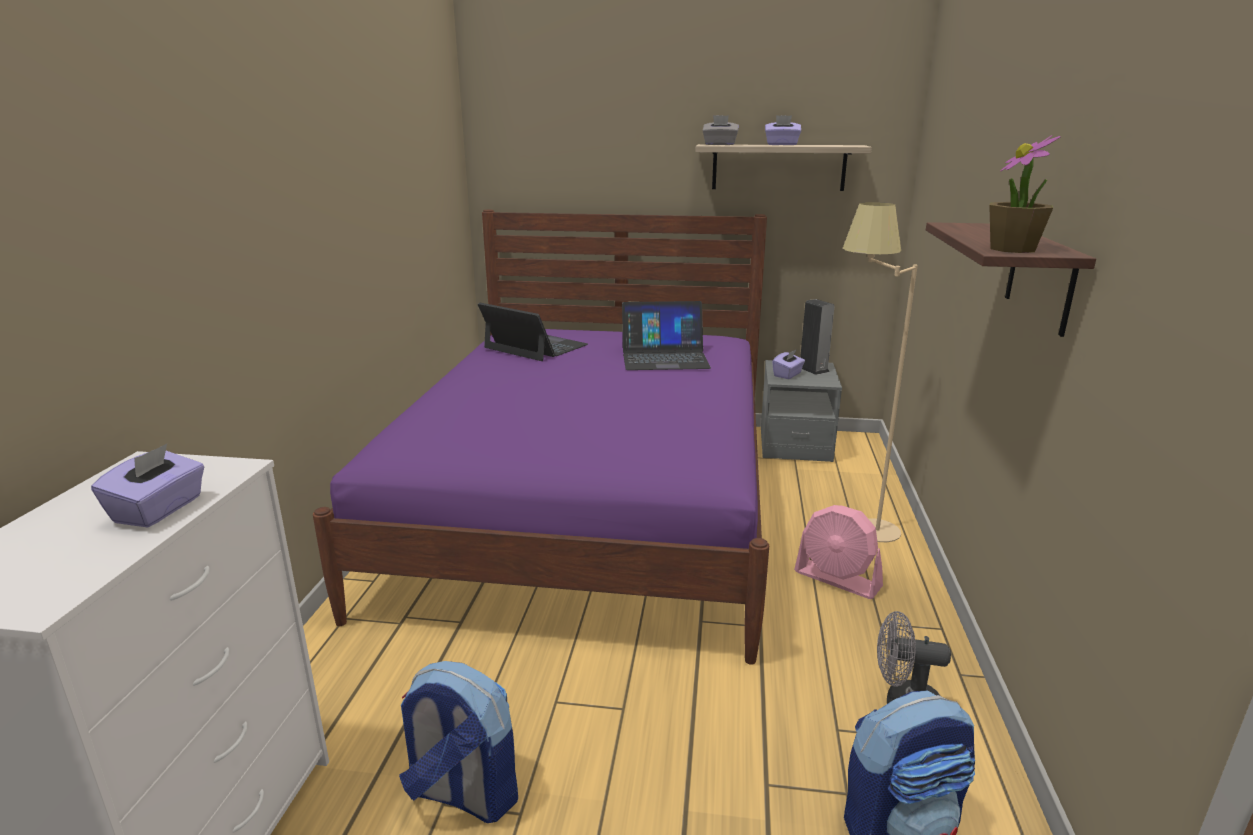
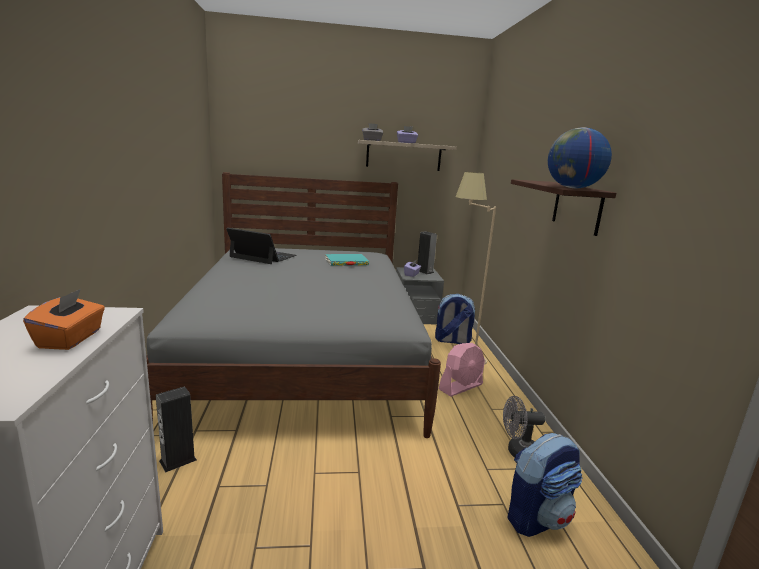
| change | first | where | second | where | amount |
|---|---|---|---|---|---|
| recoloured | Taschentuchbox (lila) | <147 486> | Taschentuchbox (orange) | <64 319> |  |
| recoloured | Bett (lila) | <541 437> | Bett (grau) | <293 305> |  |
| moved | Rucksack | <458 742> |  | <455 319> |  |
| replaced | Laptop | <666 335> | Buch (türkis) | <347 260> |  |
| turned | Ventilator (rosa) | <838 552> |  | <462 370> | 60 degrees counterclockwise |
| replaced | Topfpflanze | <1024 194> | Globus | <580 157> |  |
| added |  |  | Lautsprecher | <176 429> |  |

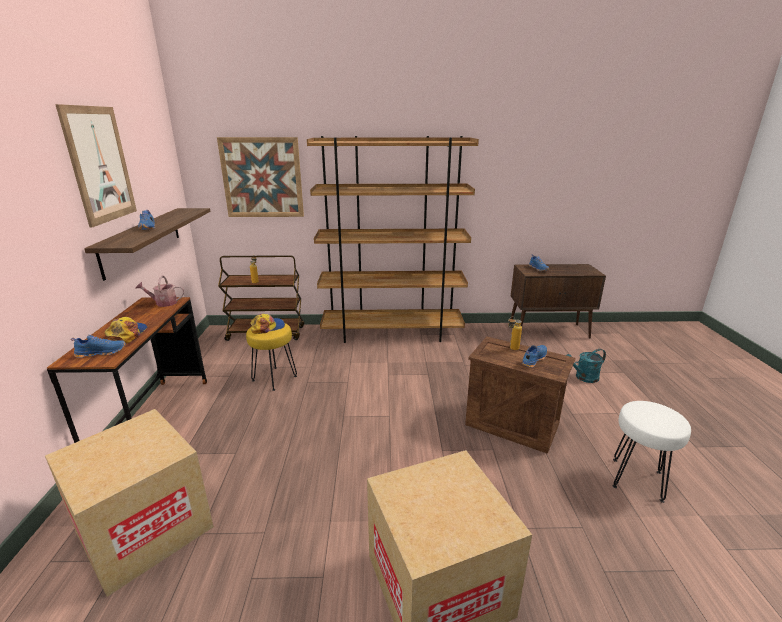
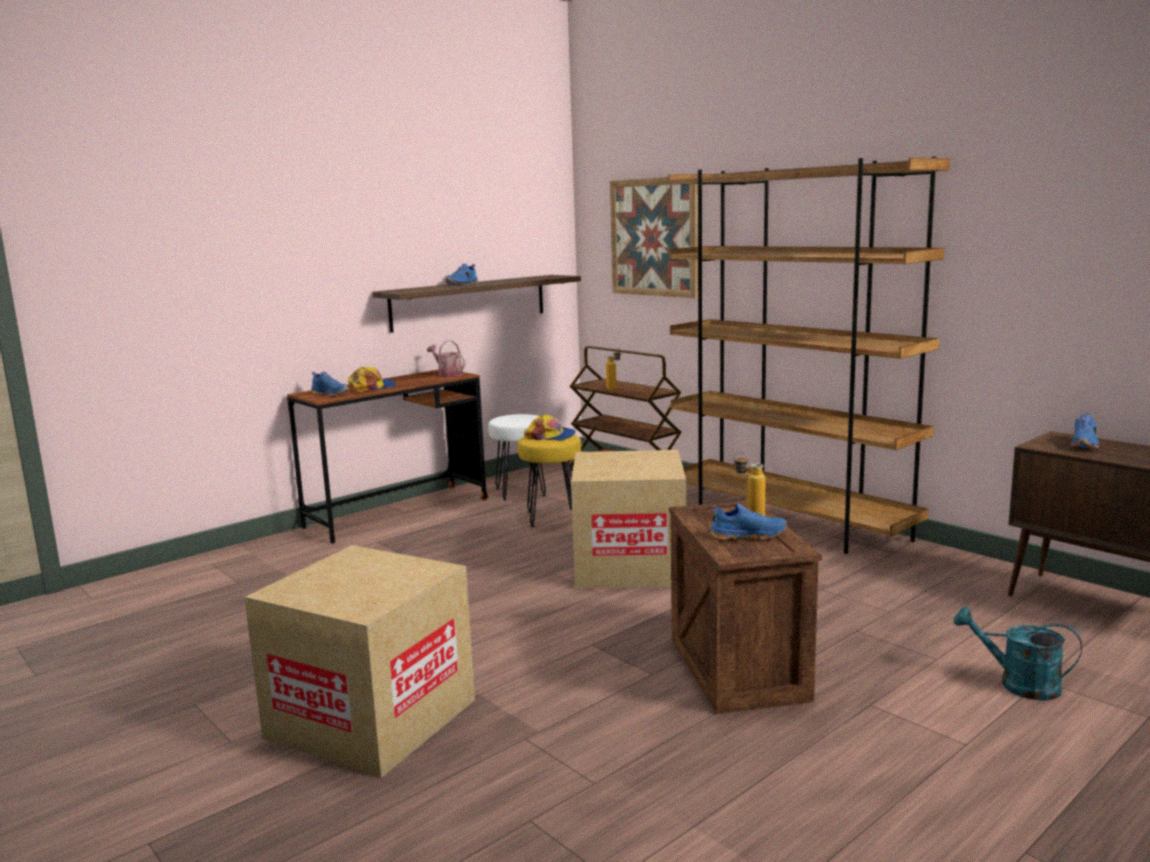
| change | first | where | second | where | amount |
|---|---|---|---|---|---|
| moved | Karton | <129 503> |  | <628 519> |  |
| removed | Bild | <96 166> |  |  |  |
| moved | Hocker (weiß) | <652 452> |  | <517 457> |  |

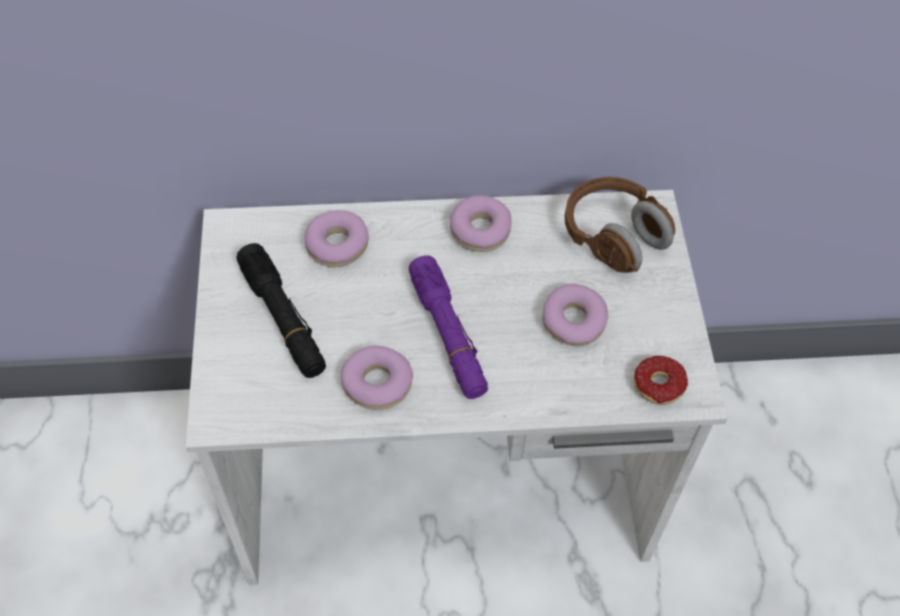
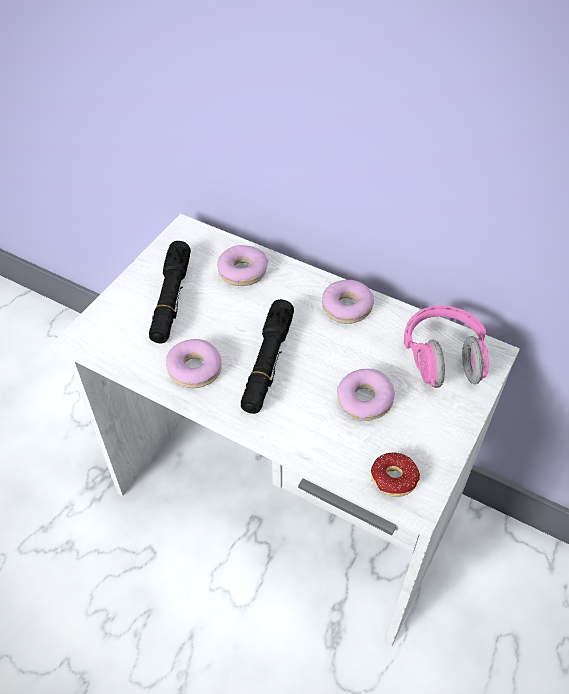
| change | first | where | second | where | amount |
|---|---|---|---|---|---|
| recoloured | Taschenlampe (lila) | <448 327> | Taschenlampe (schwarz) | <267 356> |  |
| recoloured | Kopfhörer (braun) | <620 225> | Kopfhörer (rosa) | <446 346> |  |

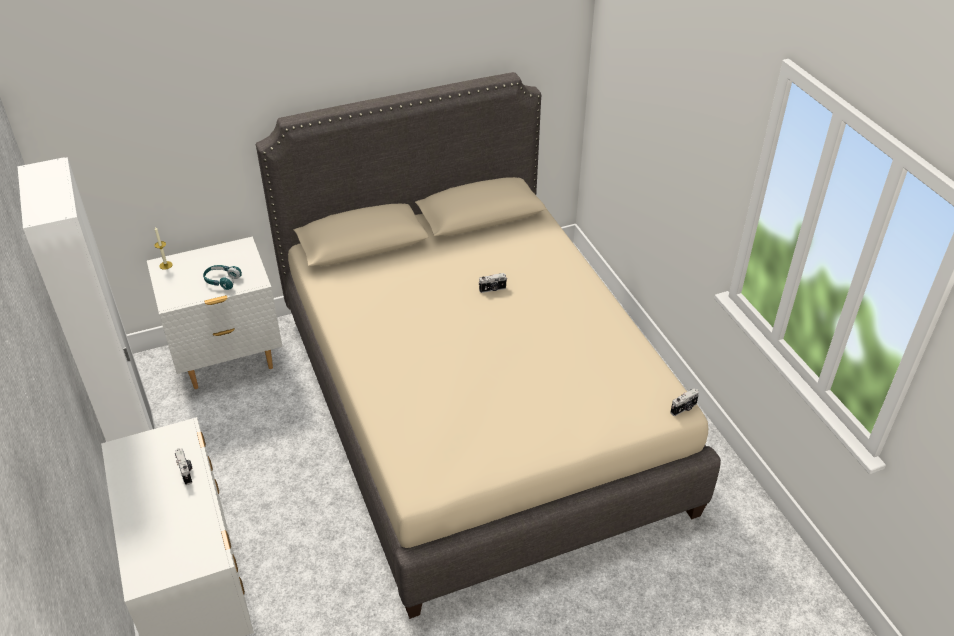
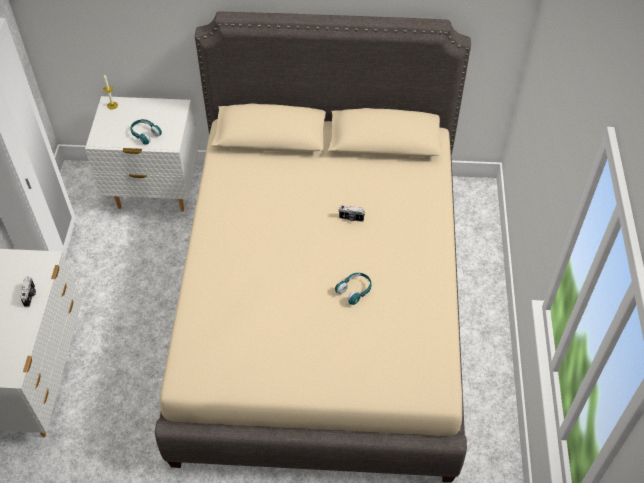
| change | first | where | second | where | amount |
|---|---|---|---|---|---|
| removed | Kamera | <684 402> |  |  |  |
| added |  |  | Kopfhörer (türkis) | <353 289> |  |

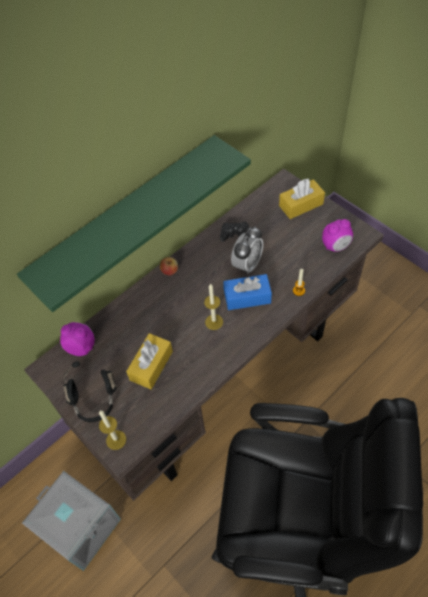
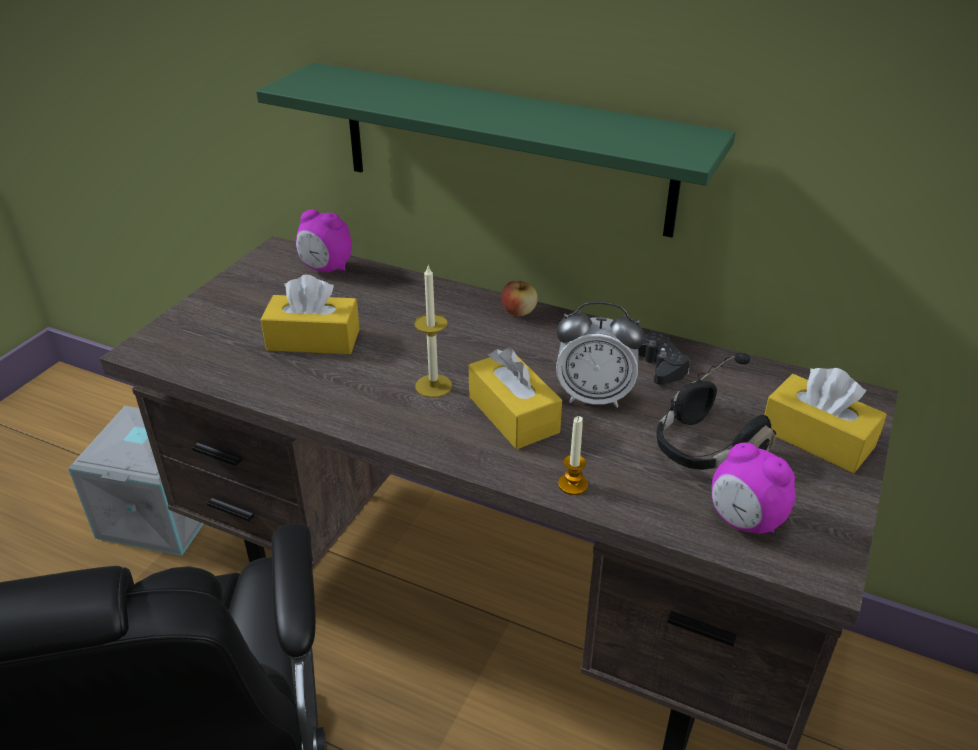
| change | first | where | second | where | amount |
|---|---|---|---|---|---|
| turned | Wecker | <77 339> |  | <324 240> | 120 degrees clockwise |
| moved | Kopfhörer (schwarz) | <90 391> |  | <716 411> |  |
| removed | Kerze | <112 430> |  |  |  |
| recoloured | Taschentuchbox (blau) | <247 292> | Taschentuchbox (gelb) | <515 398> |  |

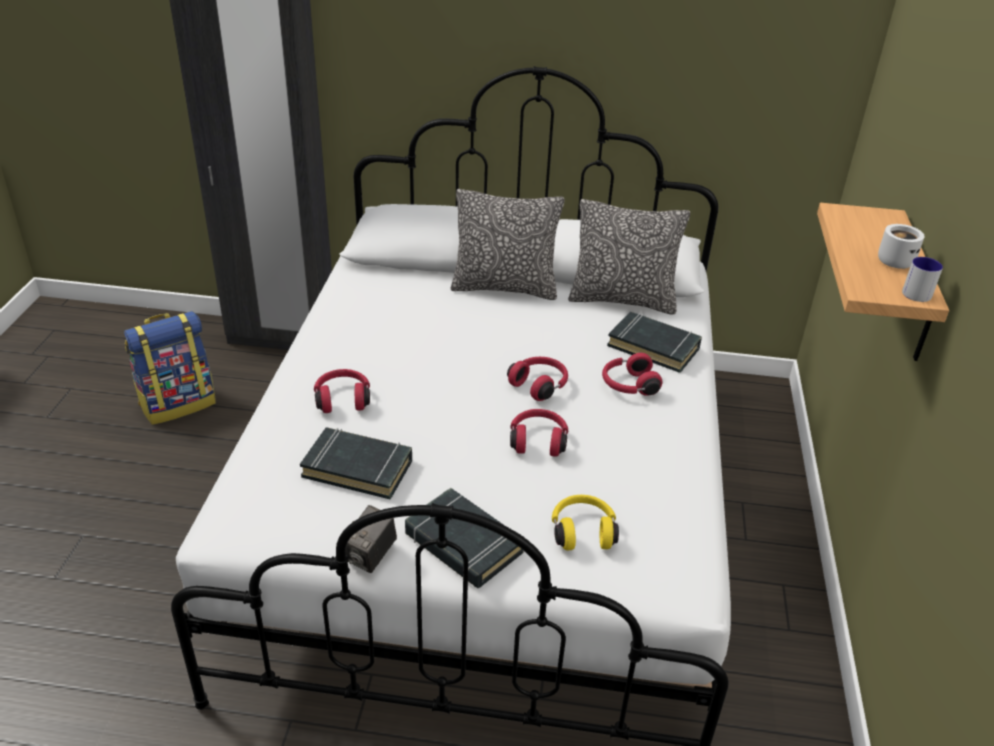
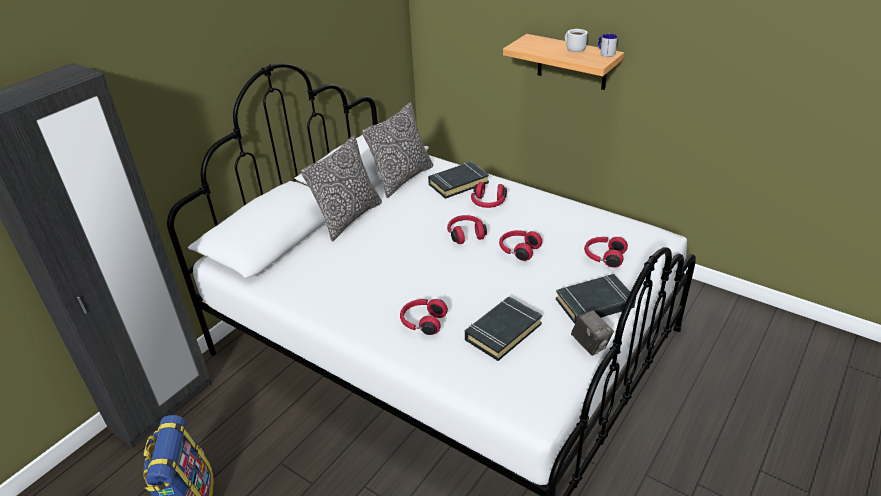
| change | first | where | second | where | amount |
|---|---|---|---|---|---|
| recoloured | Kopfhörer (gelb) | <585 522> | Kopfhörer (rot) | <606 252> |  |

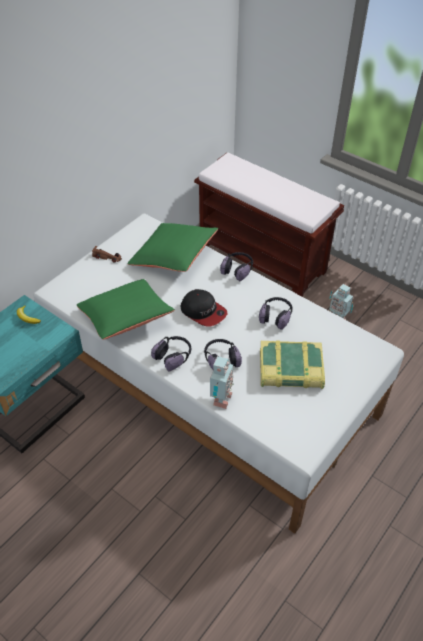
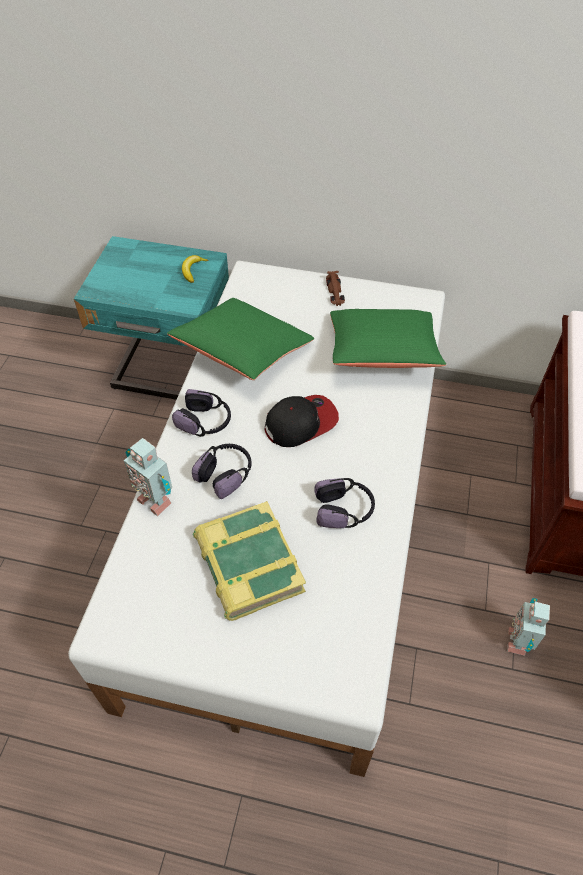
| change | first | where | second | where | amount |
|---|---|---|---|---|---|
| turned | Kappe | <204 308> |  | <302 421> | 135 degrees counterclockwise |
| turned | Spielzeugroboter | <222 382> |  | <148 477> | 45 degrees clockwise |
| removed | Kopfhörer | <236 266> |  |  |  |

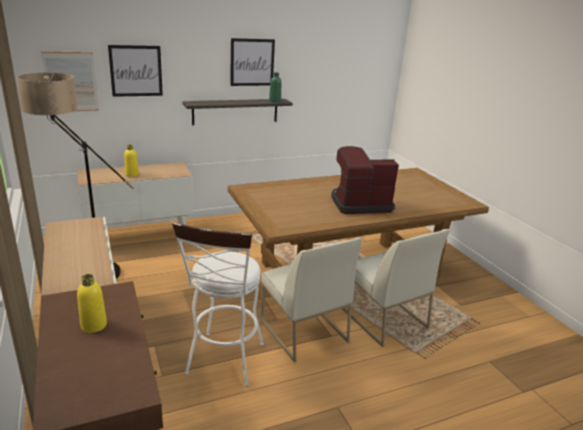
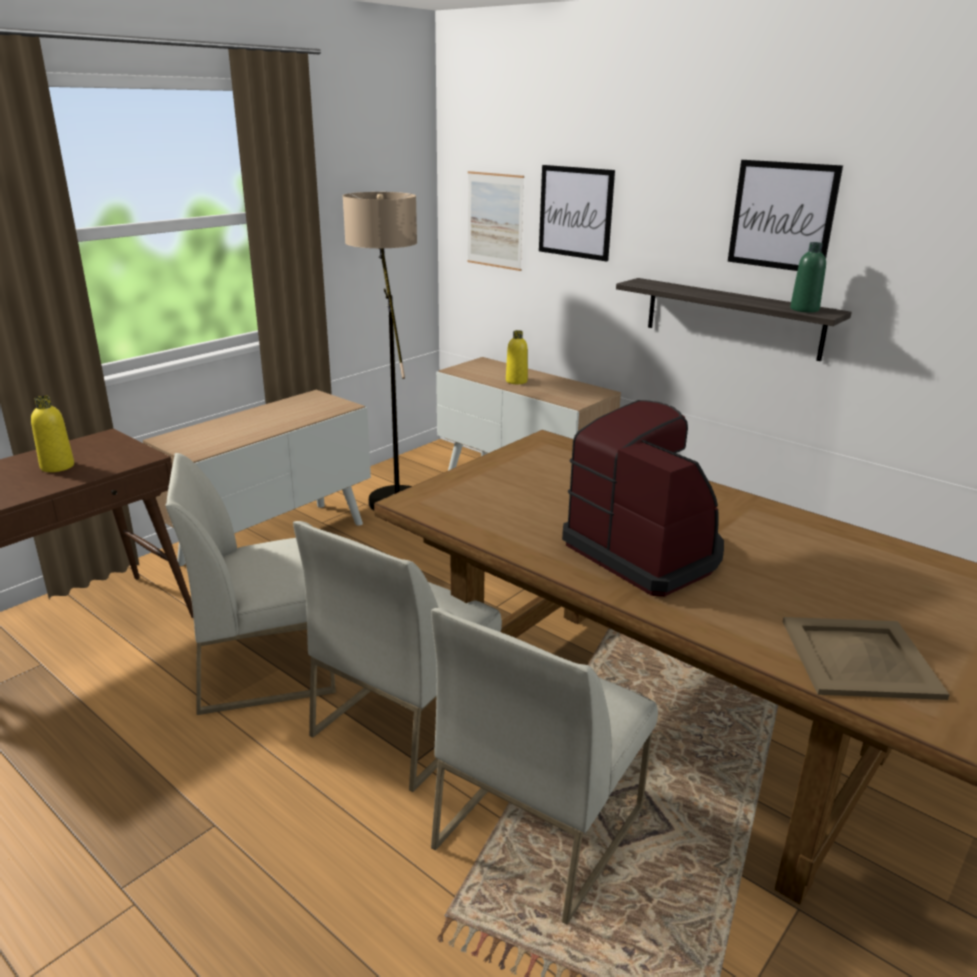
| change | first | where | second | where | amount |
|---|---|---|---|---|---|
| replaced | Hocker (weiß) | <218 304> | Stuhl (weiß) | <250 584> |  |
| added |  |  | Tablett (beige) | <866 658> |  |

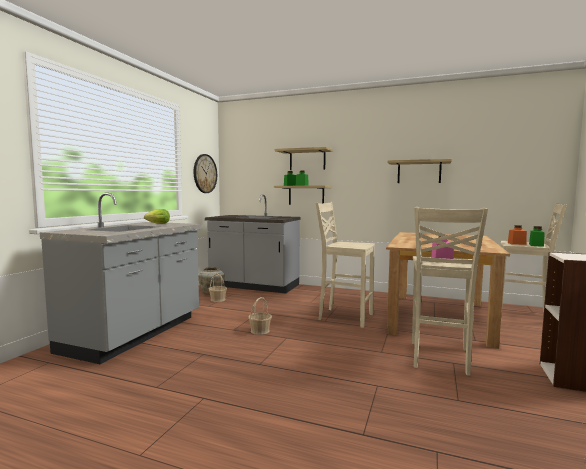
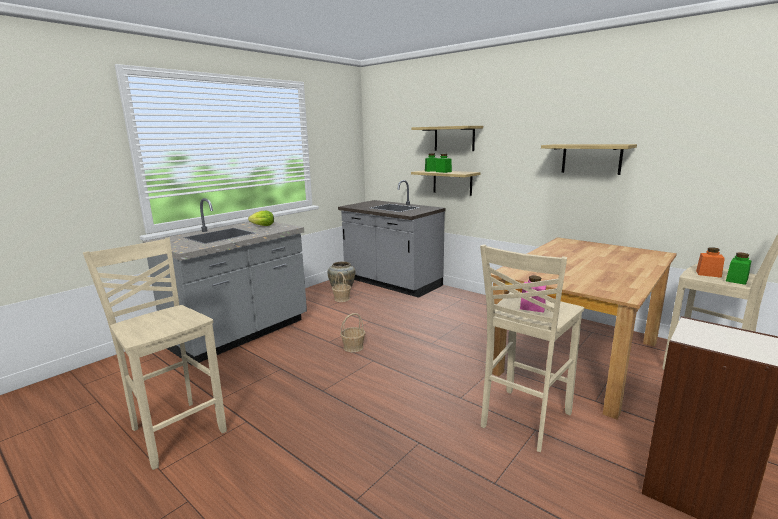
| change | first | where | second | where | amount |
|---|---|---|---|---|---|
| removed | Wanduhr | <205 173> |  |  |  |
| moved | Hocker (beige) | <345 265> |  | <155 353> |  |

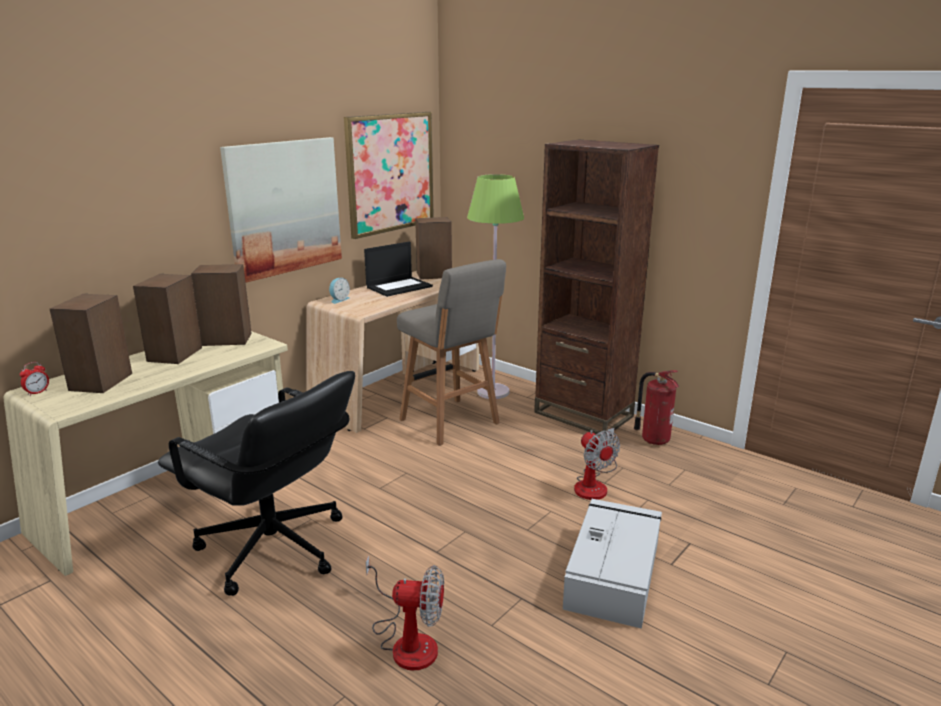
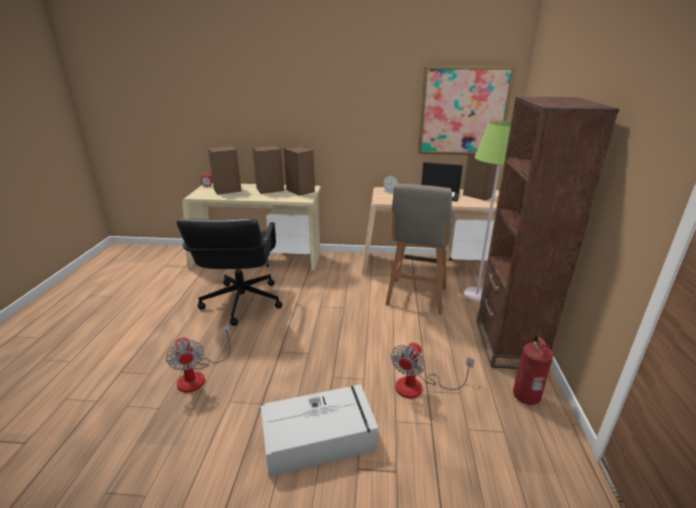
| change | first | where | second | where | amount |
|---|---|---|---|---|---|
| removed | Bild | <281 210> |  |  |  |

